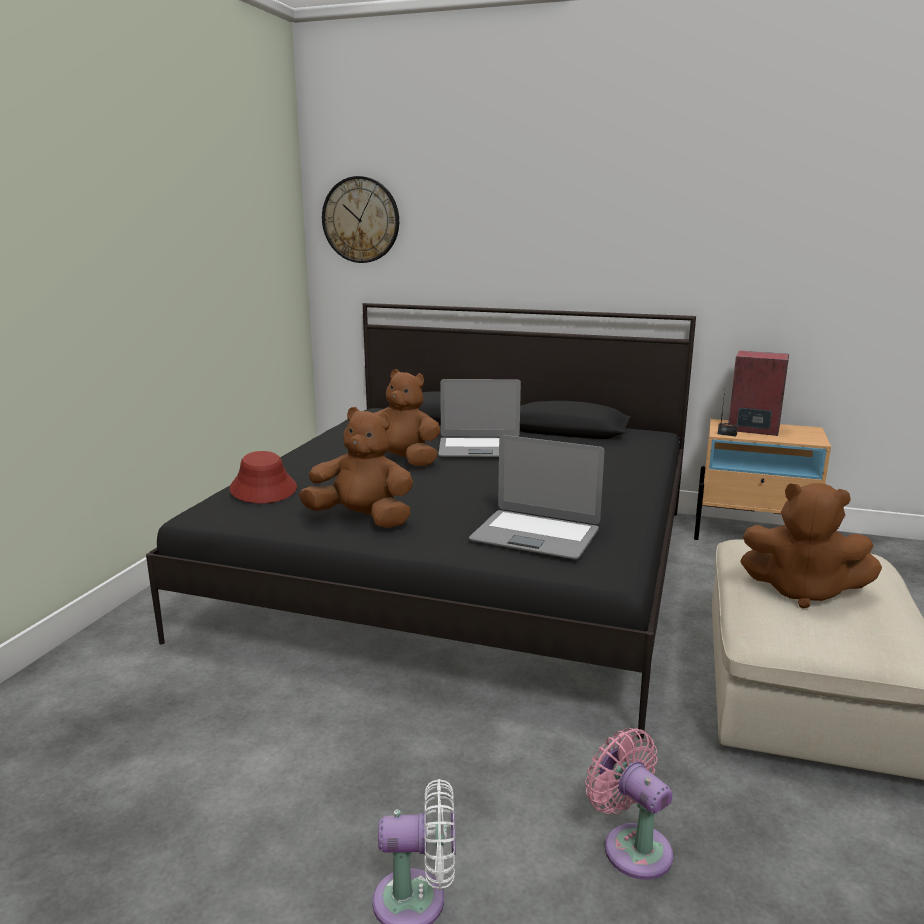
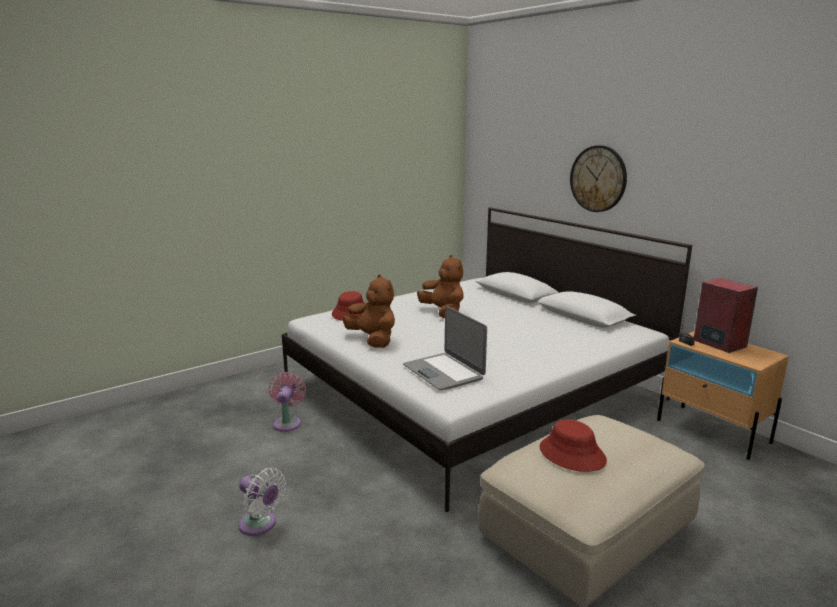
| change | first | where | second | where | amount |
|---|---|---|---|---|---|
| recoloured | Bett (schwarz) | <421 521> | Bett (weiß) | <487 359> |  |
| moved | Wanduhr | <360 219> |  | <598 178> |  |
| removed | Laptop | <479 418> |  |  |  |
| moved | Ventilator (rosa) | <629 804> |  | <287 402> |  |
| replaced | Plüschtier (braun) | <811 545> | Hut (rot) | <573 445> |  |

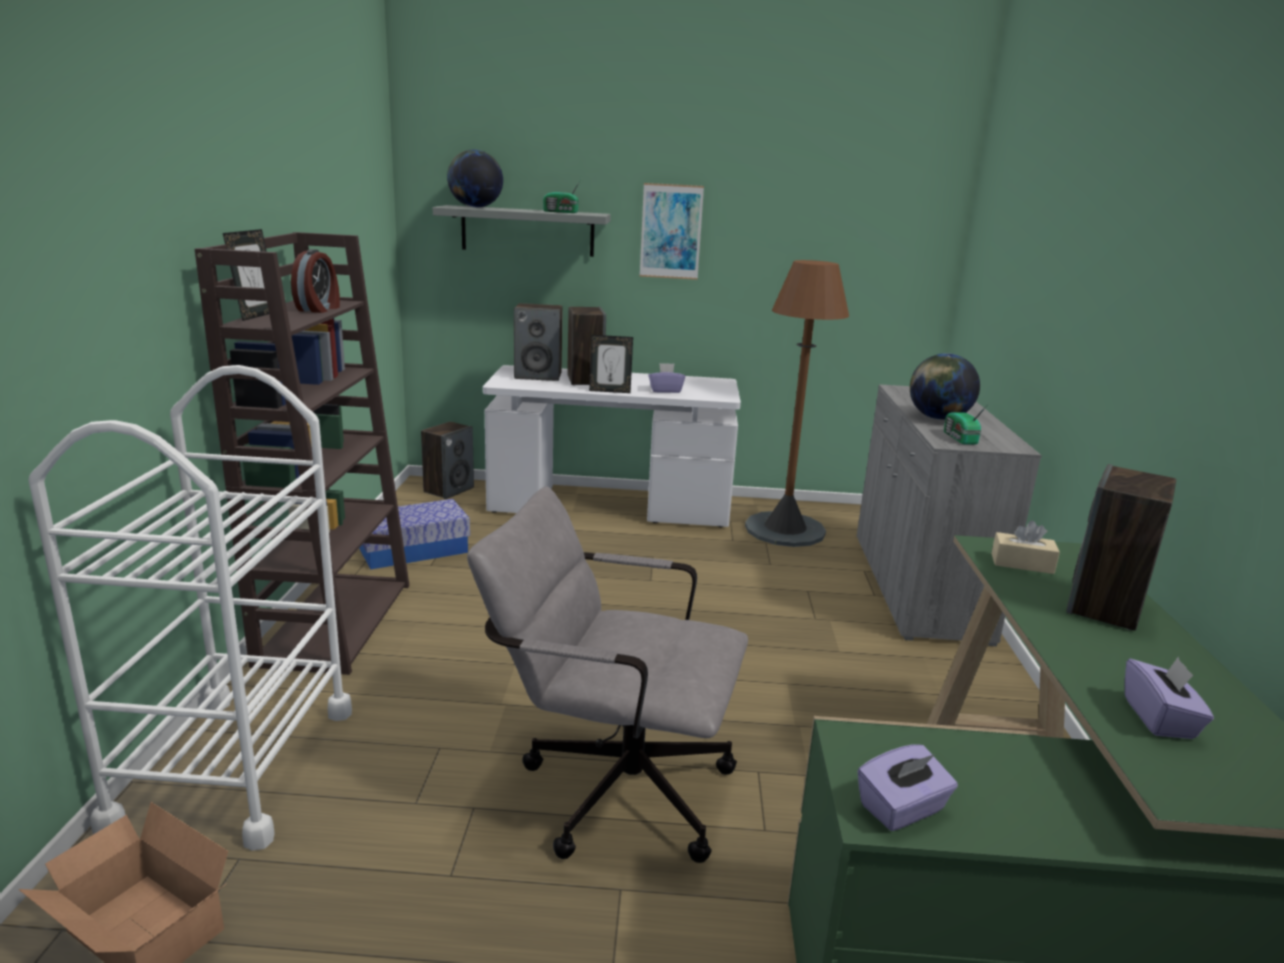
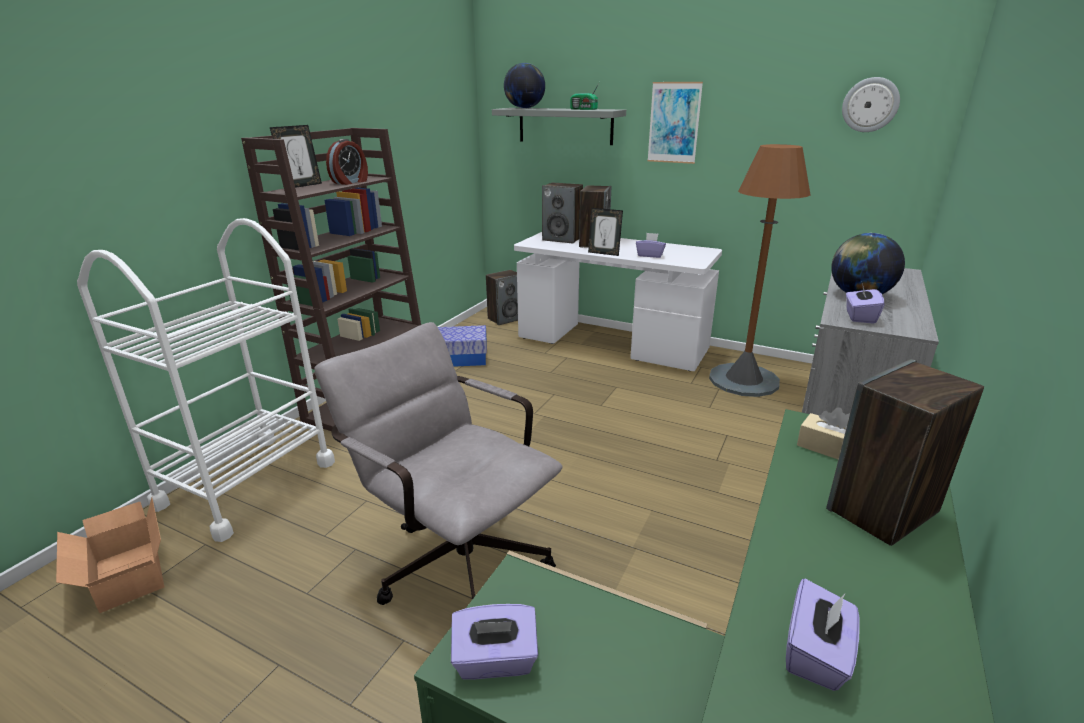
| change | first | where | second | where | amount |
|---|---|---|---|---|---|
| replaced | Radio | <966 423> | Taschentuchbox (lila) | <865 303> |  |
| added |  |  | Wanduhr | <871 104> |  |

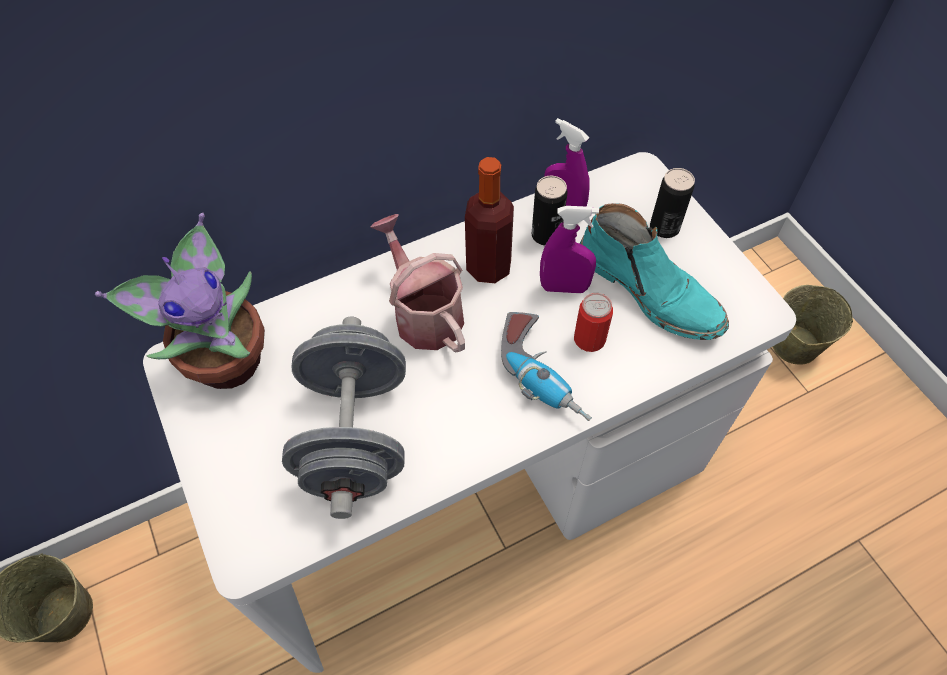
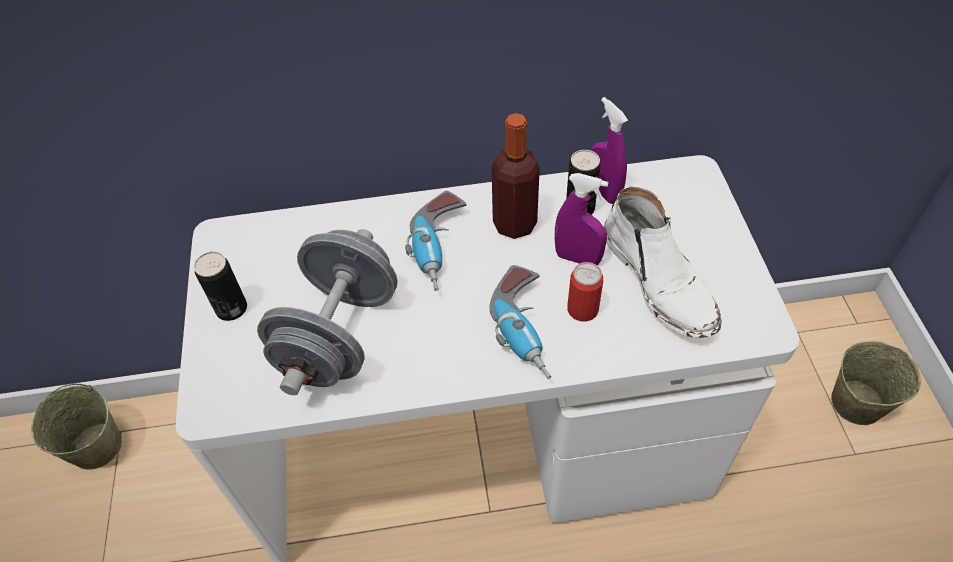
| change | first | where | second | where | amount |
|---|---|---|---|---|---|
| removed | Topfpflanze | <180 301> |  |  |  |
| replaced | Gießkanne | <417 283> | Bohrmaschine | <435 241> |  |
| recoloured | Stiefel (türkis) | <654 271> | Stiefel (weiß) | <663 262> |  |
| moved | Dose | <672 203> |  | <220 286> |  |

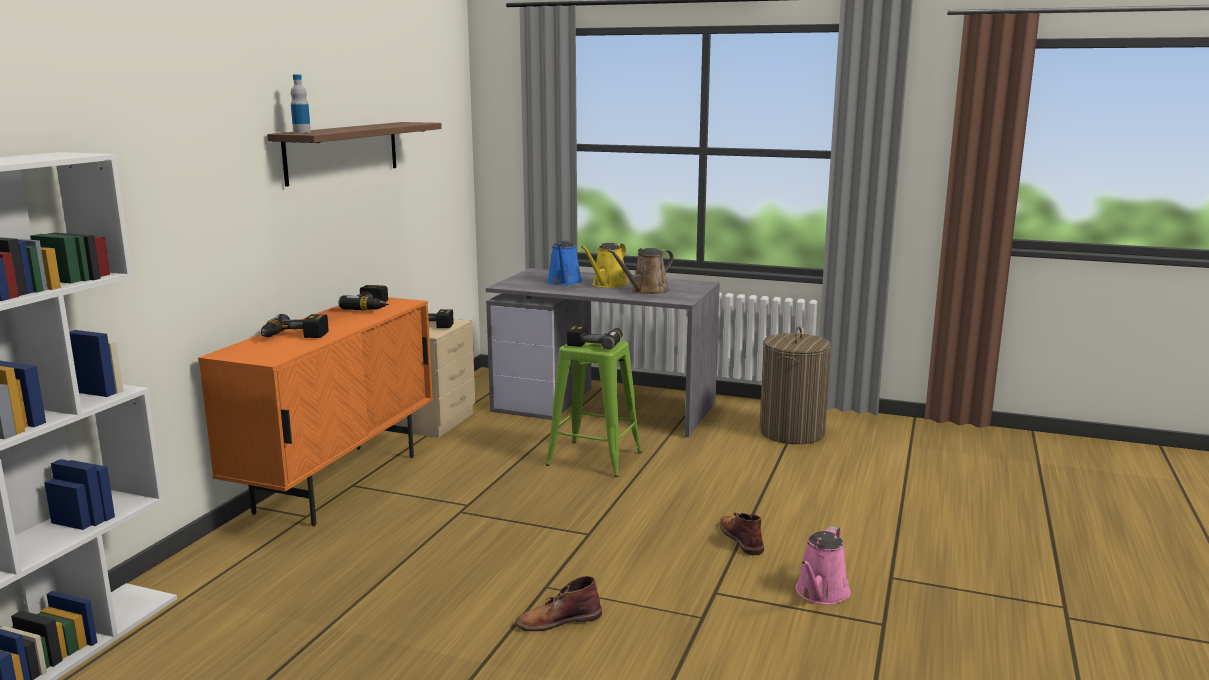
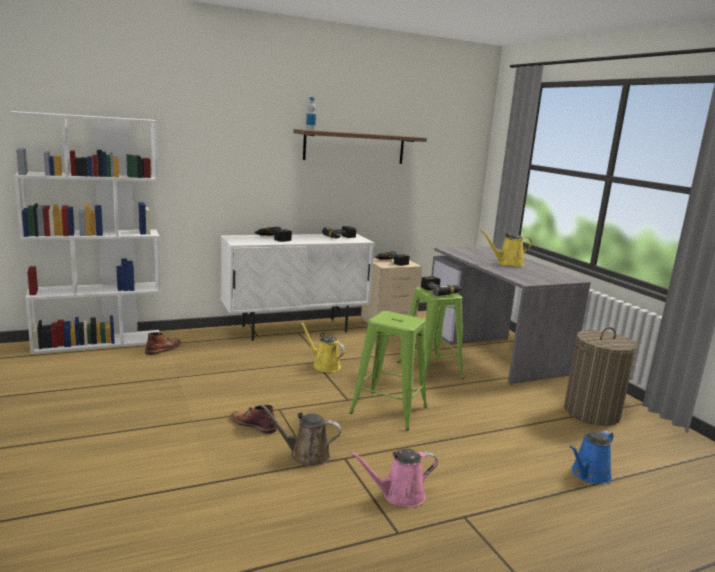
| change | first | where | second | where | amount |
|---|---|---|---|---|---|
| recoloured | Schrank (orange) | <315 411> | Schrank (weiß) | <297 287> |  |
| moved | Gießkanne (blau) | <565 262> |  | <591 457> |  |
| moved | Gießkanne (braun) | <640 271> |  | <300 434> |  |
| moved | Stiefel (braun) | <742 533> |  | <163 343> |  |
| added |  |  | Gießkanne (gelb) | <323 347> |  |
| added |  |  | Hocker (grün) | <388 370> |  |

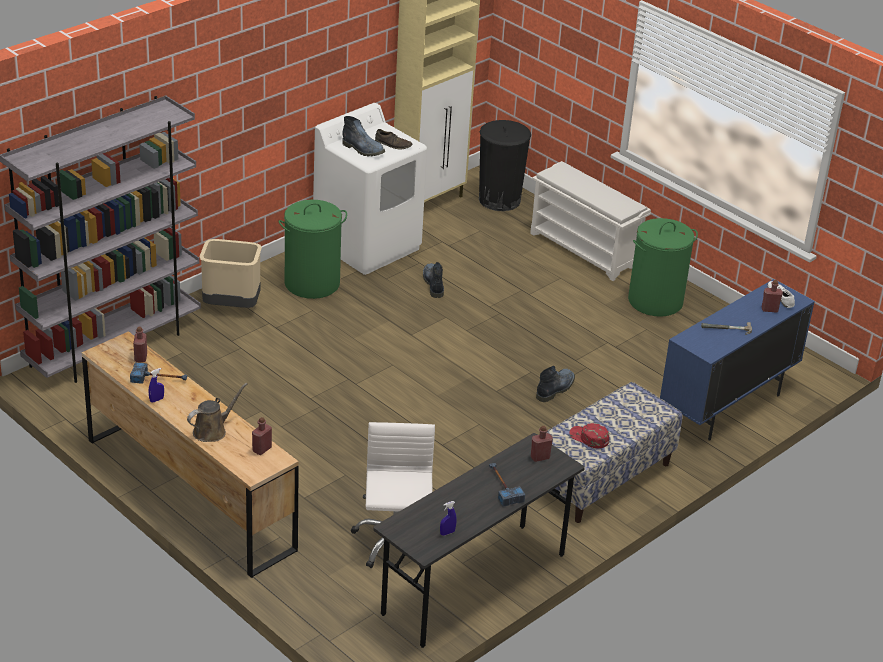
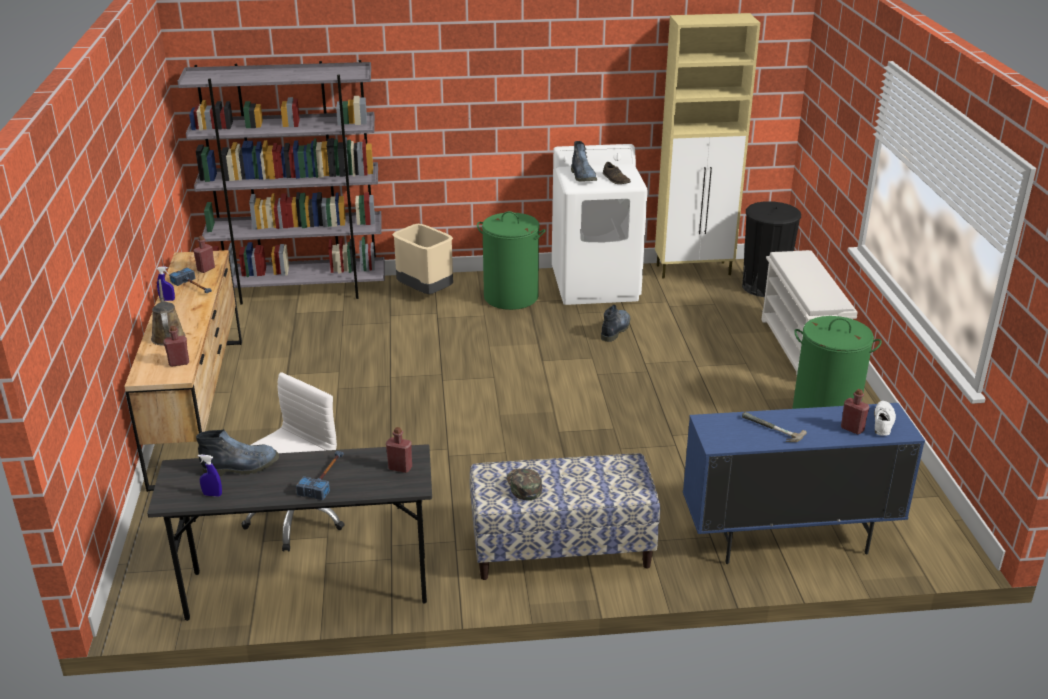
| change | first | where | second | where | amount |
|---|---|---|---|---|---|
| turned | Gießkanne (braun) | <217 412> |  | <168 312> | 105 degrees counterclockwise |
| moved | Stiefel | <555 384> |  | <237 452> |  |
| recoloured | Kappe (rot) | <589 435> | Kappe (grün) | <524 484> |  |

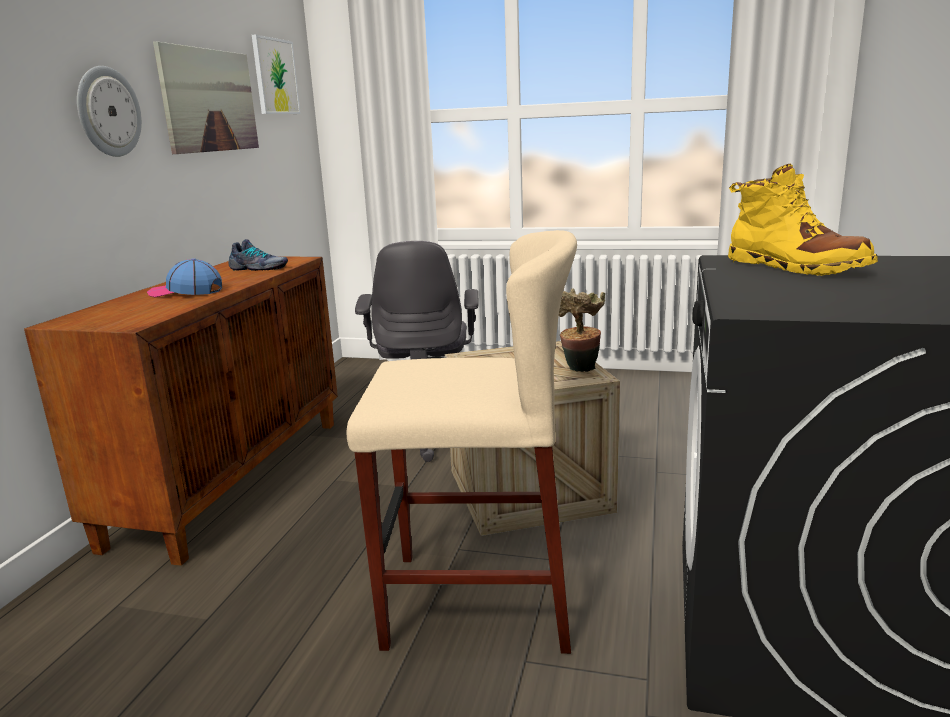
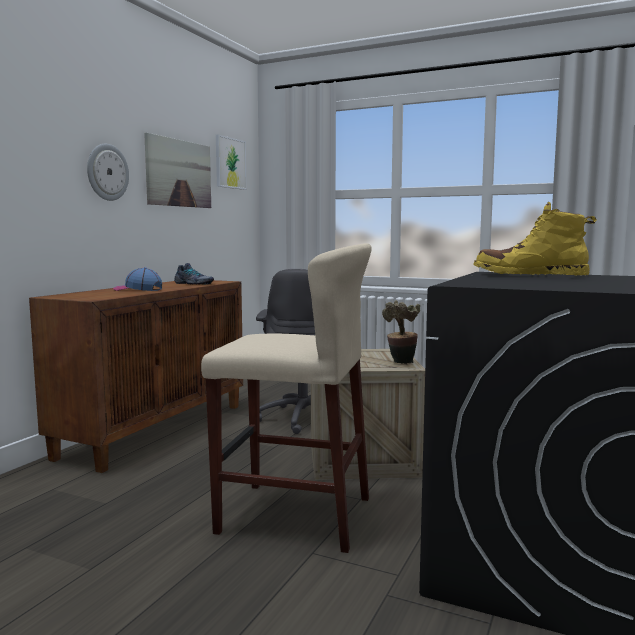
| change | first | where | second | where | amount |
|---|---|---|---|---|---|
| turned | Stiefel (gelb) | <803 220> |  | <535 239> | 135 degrees clockwise |

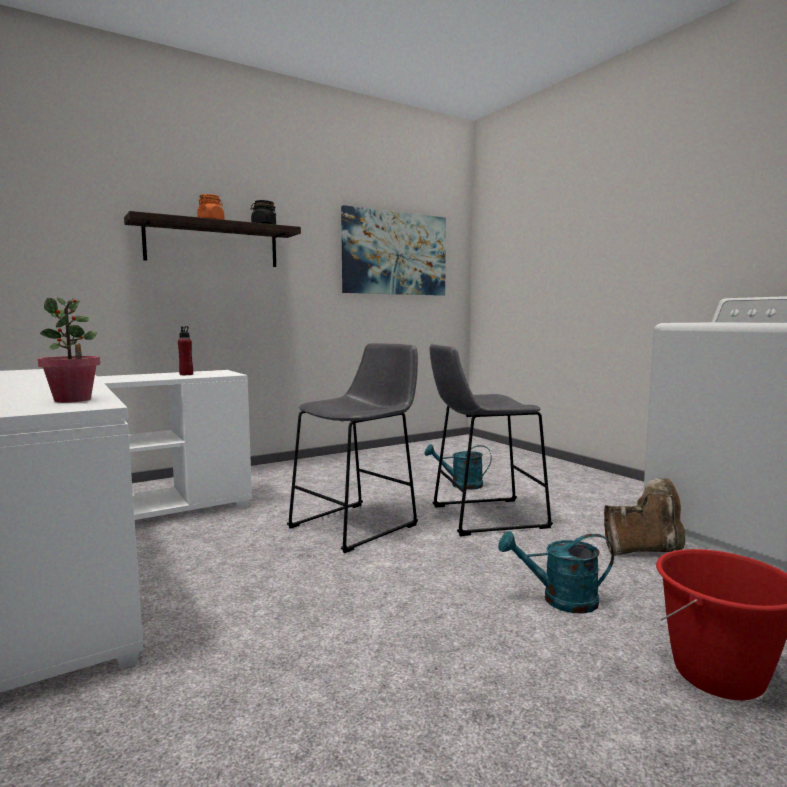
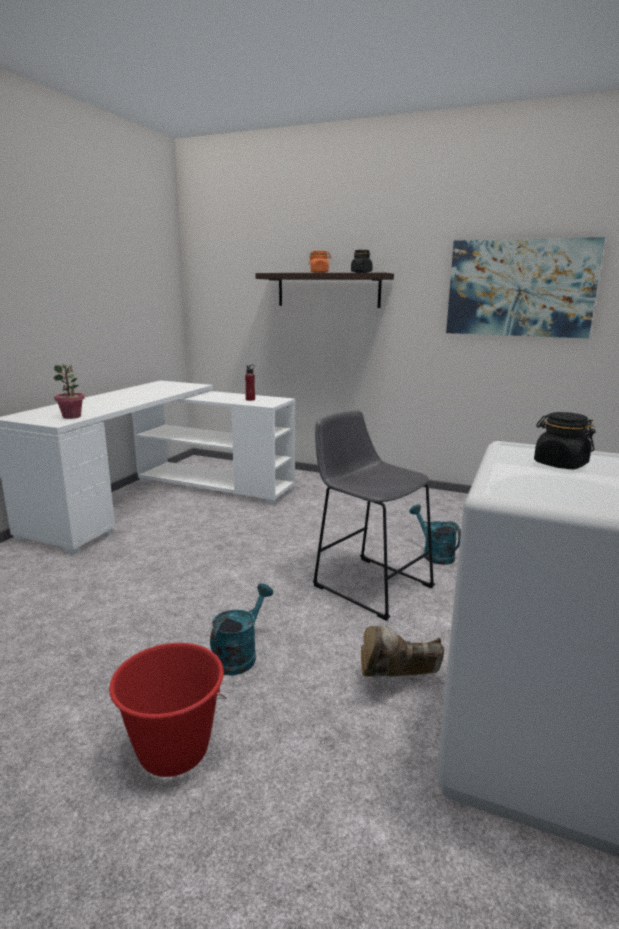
| change | first | where | second | where | amount |
|---|---|---|---|---|---|
| removed | Hocker (grau) | <352 448> |  |  |  |
| turned | Gießkanne (türkis) | <556 572> |  | <241 629> | 60 degrees clockwise |
| turned | Stiefel (braun) | <644 517> |  | <402 651> | 120 degrees clockwise |
| added |  |  | Vorratsglas (schwarz) | <565 440> |  |

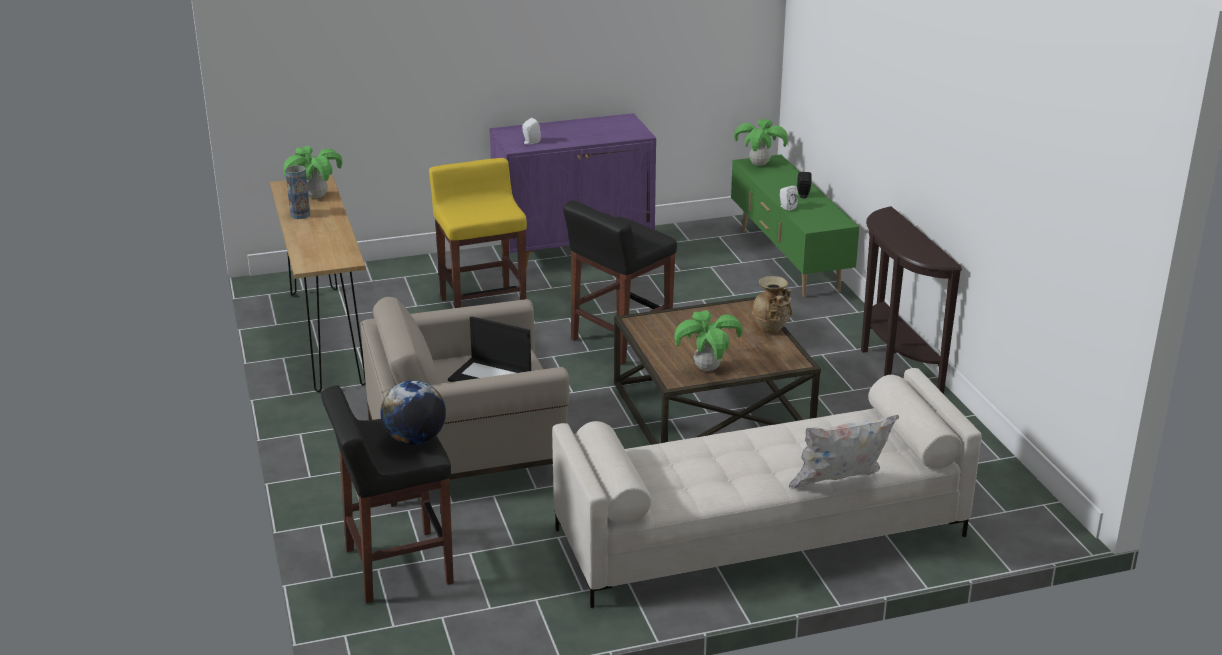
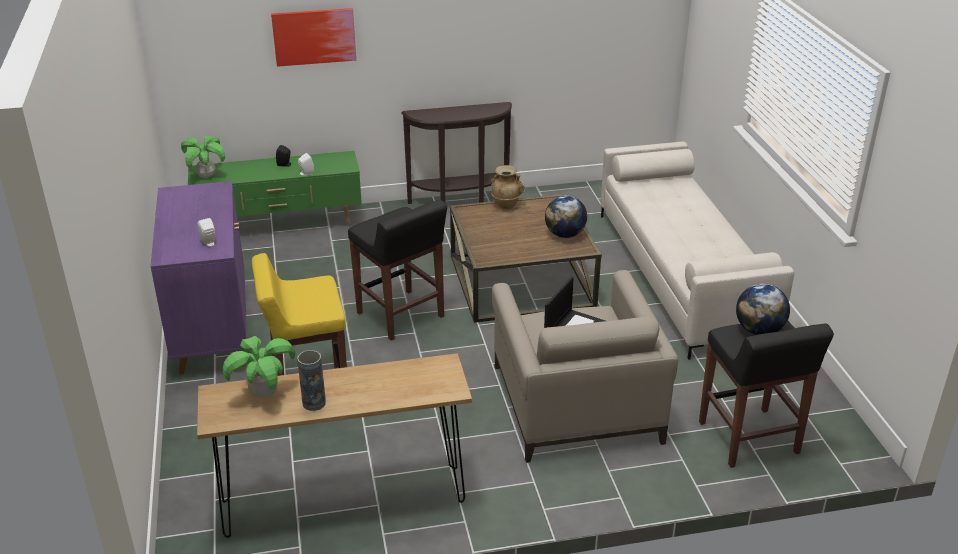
| change | first | where | second | where | amount |
|---|---|---|---|---|---|
| replaced | Topfpflanze | <708 340> | Globus | <566 217> |  |
| removed | Kissen (weiß) | <844 451> |  |  |  |
| added |  |  | Bild | <313 37> |  |

